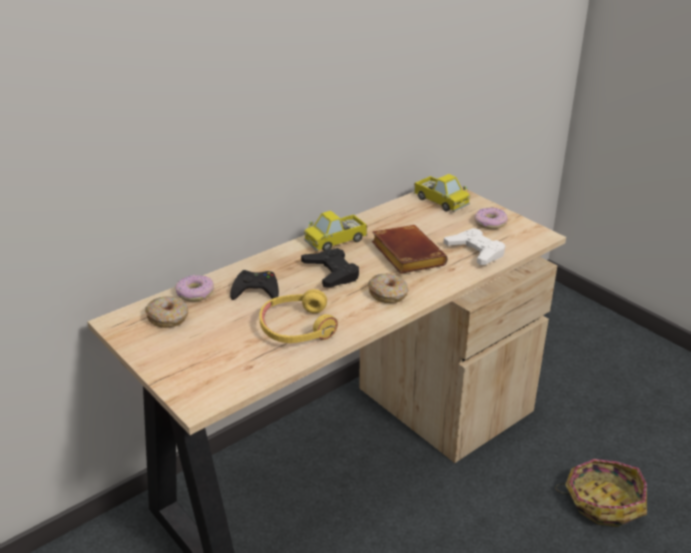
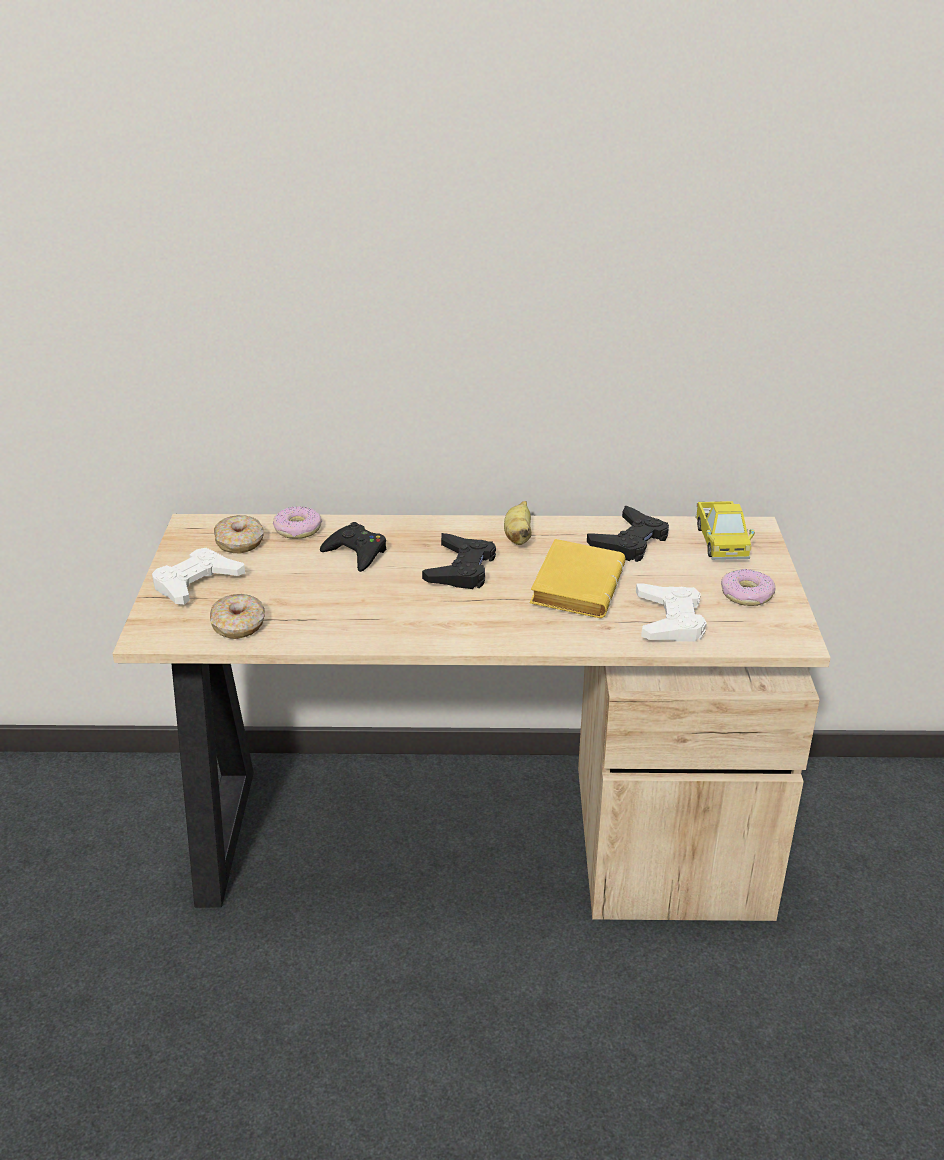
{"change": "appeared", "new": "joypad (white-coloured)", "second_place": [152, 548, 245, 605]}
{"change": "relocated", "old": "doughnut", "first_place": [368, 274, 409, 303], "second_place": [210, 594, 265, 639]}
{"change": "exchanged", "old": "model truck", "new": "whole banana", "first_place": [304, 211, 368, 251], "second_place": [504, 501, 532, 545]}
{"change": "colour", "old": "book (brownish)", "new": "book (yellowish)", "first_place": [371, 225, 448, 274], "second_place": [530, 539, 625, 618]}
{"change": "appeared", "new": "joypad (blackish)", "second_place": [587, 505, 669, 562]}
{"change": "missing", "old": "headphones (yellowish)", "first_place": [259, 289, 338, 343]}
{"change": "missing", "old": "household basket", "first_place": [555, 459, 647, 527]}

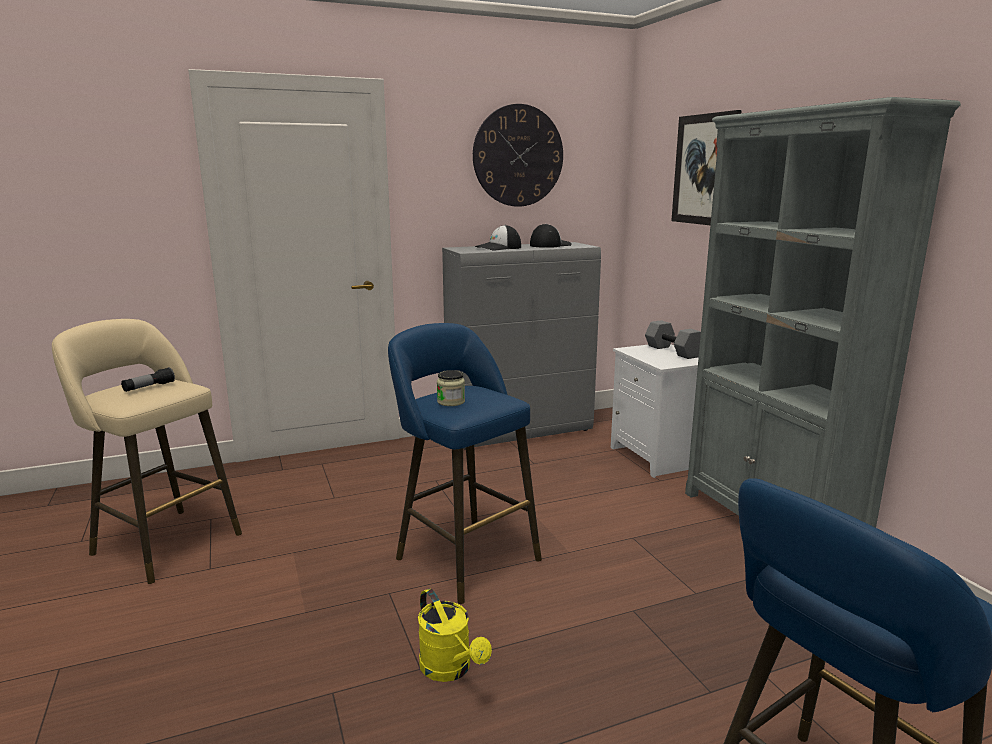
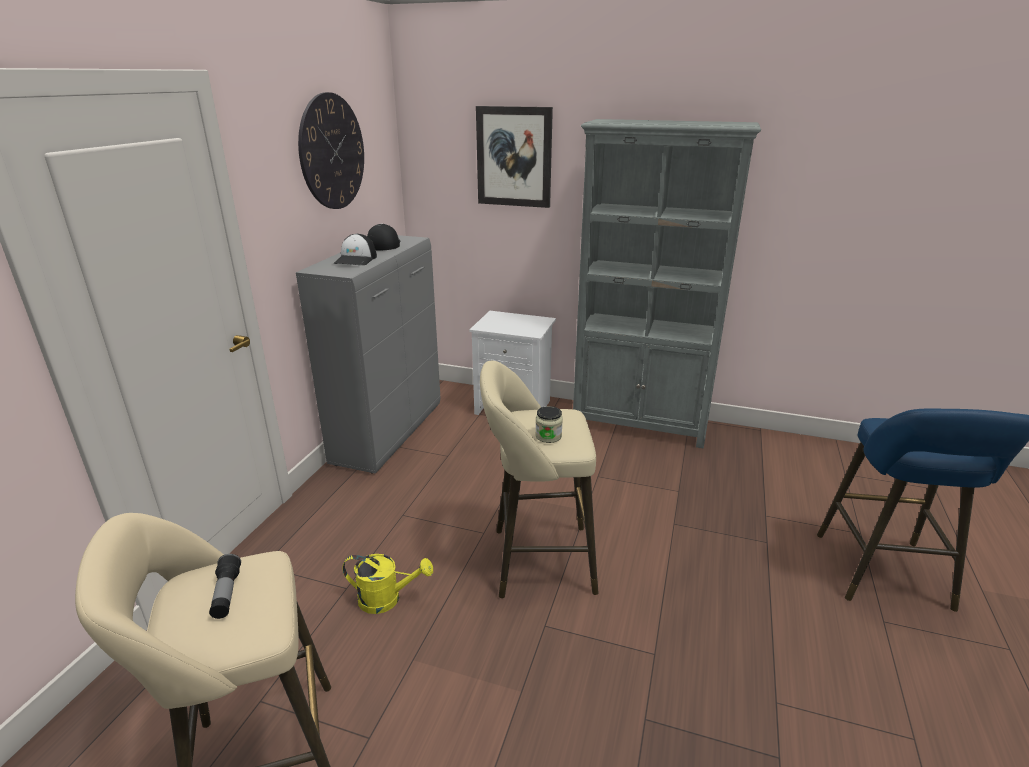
{"change": "relocated", "old": "watering can (yellowish)", "first_place": [418, 589, 492, 682], "second_place": [342, 554, 433, 614]}
{"change": "colour", "old": "stool seat (blue-coloured)", "new": "stool seat (sand-coloured)", "first_place": [388, 323, 542, 604], "second_place": [480, 360, 599, 598]}
{"change": "missing", "old": "hand weight (grey)", "first_place": [645, 320, 701, 359]}

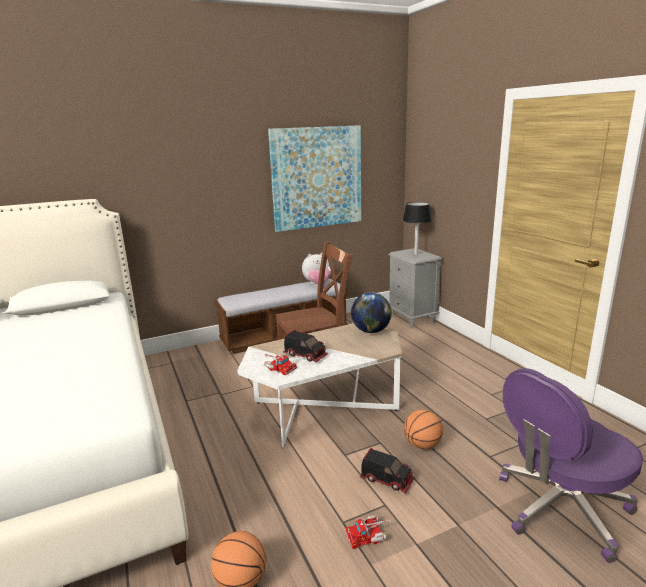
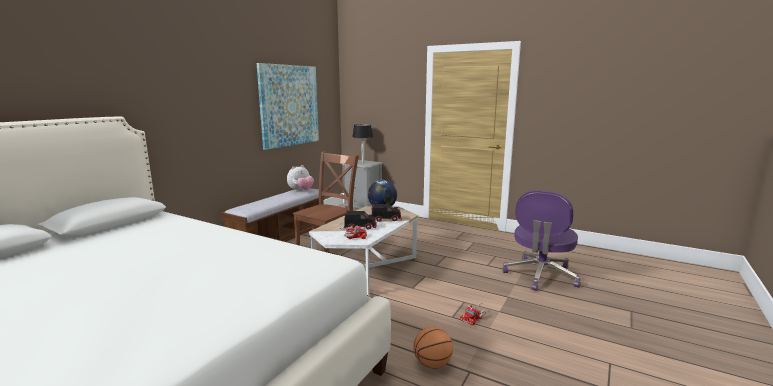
{"change": "relocated", "old": "model truck", "first_place": [360, 448, 415, 494], "second_place": [372, 204, 402, 222]}
{"change": "missing", "old": "basketball", "first_place": [404, 410, 443, 449]}

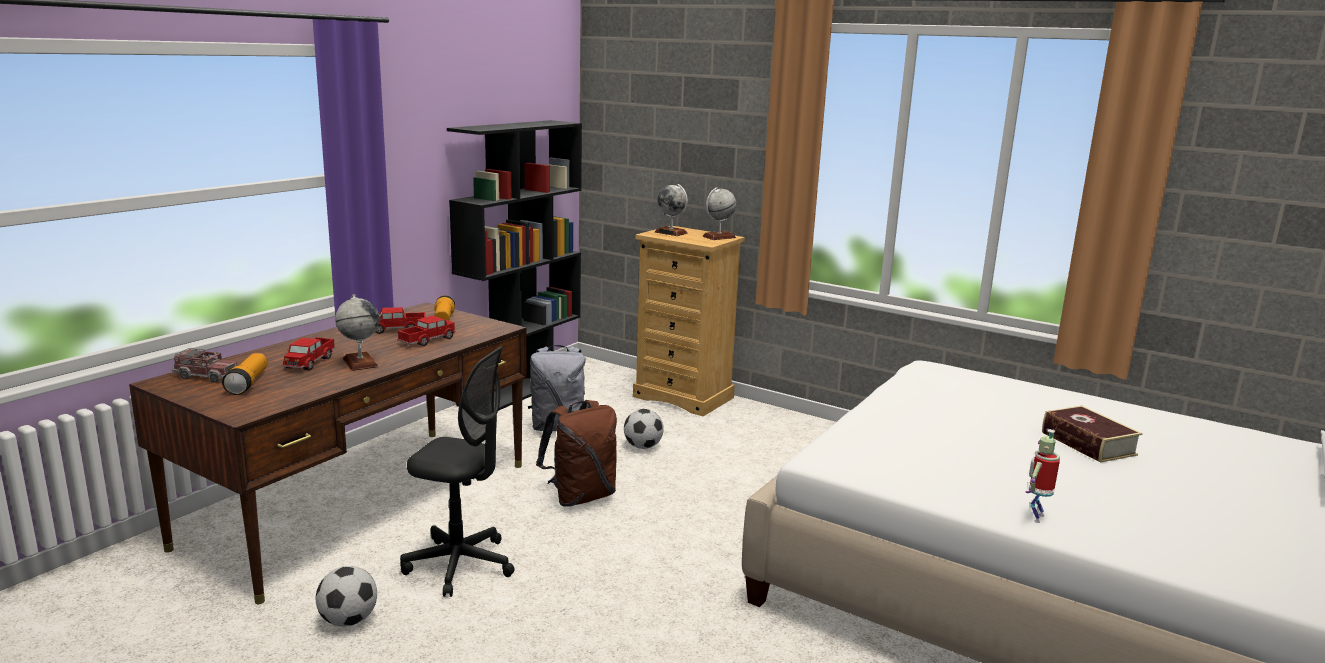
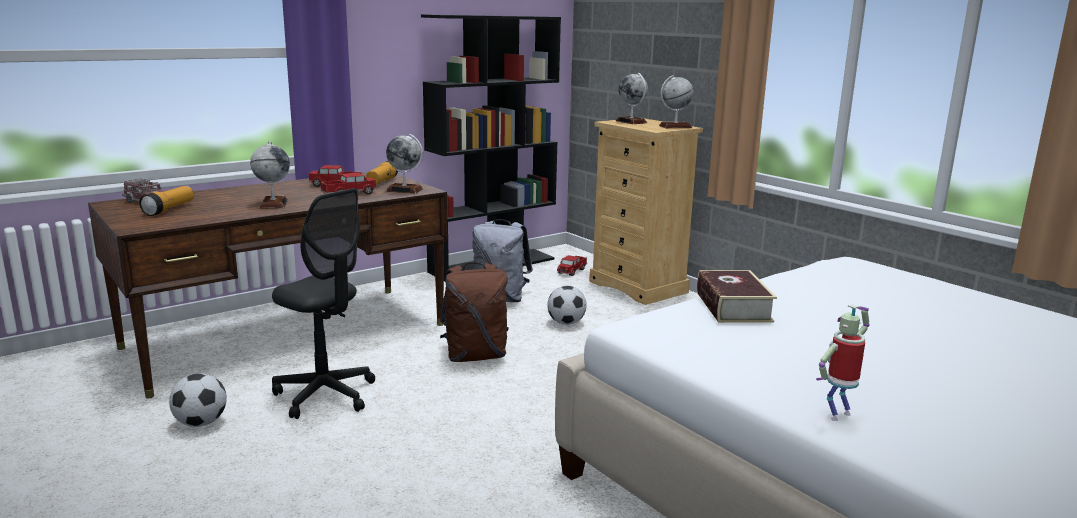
{"change": "appeared", "new": "world globe", "second_place": [386, 134, 423, 194]}
{"change": "relocated", "old": "model truck", "first_place": [283, 337, 336, 370], "second_place": [557, 255, 587, 276]}
{"change": "relocated", "old": "book", "first_place": [1042, 406, 1143, 463], "second_place": [697, 270, 777, 323]}

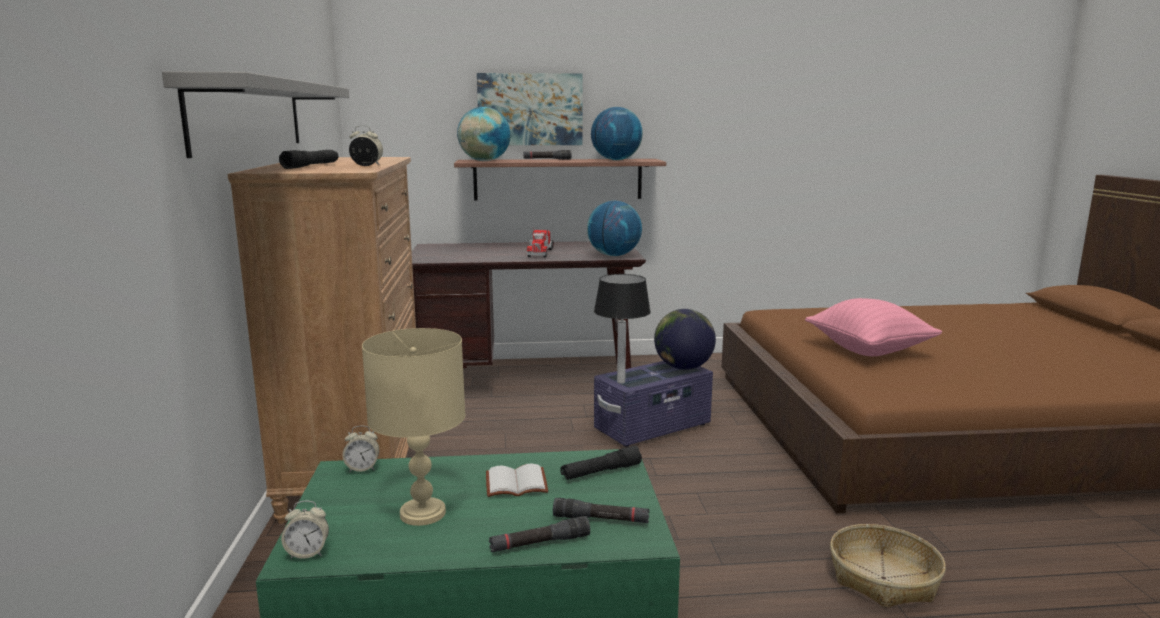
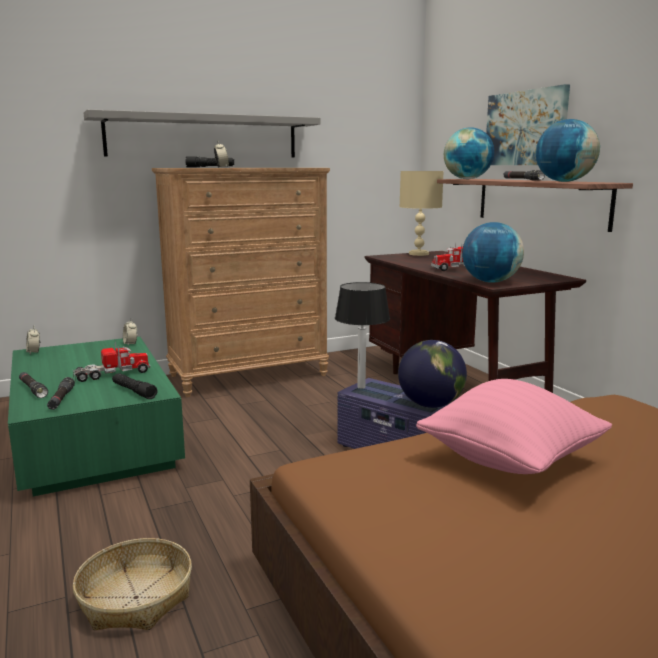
{"change": "exchanged", "old": "book (white-coloured)", "new": "model truck", "first_place": [486, 464, 548, 497], "second_place": [72, 342, 150, 382]}
{"change": "relocated", "old": "lamp for a table (sand-coloured)", "first_place": [362, 328, 465, 526], "second_place": [400, 171, 444, 256]}

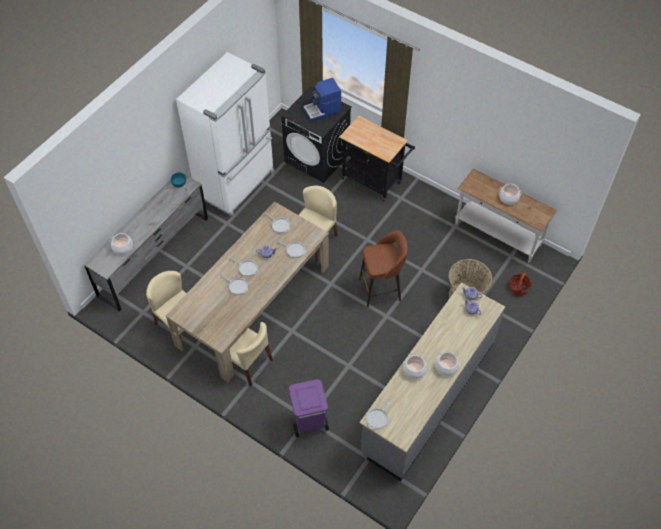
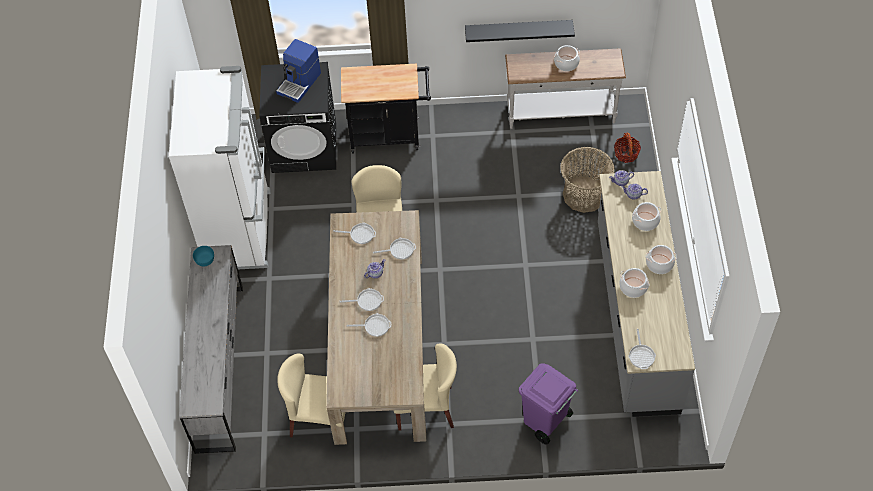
{"change": "appeared", "new": "shelf (blackish)", "second_place": [465, 20, 575, 42]}
{"change": "relocated", "old": "stockpot", "first_place": [110, 233, 133, 255], "second_place": [632, 202, 661, 231]}
{"change": "missing", "old": "stool seat (brownish)", "first_place": [359, 230, 407, 307]}

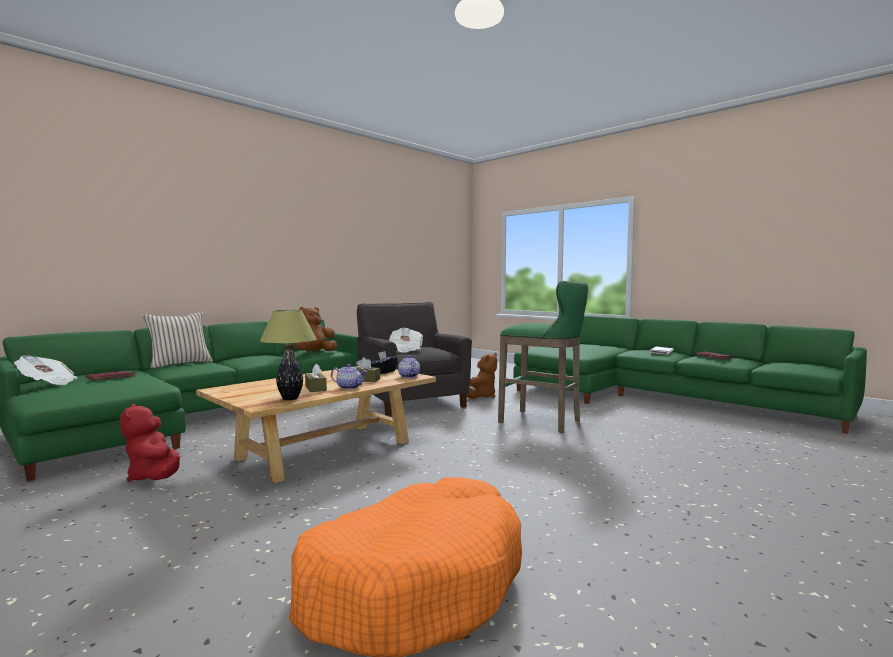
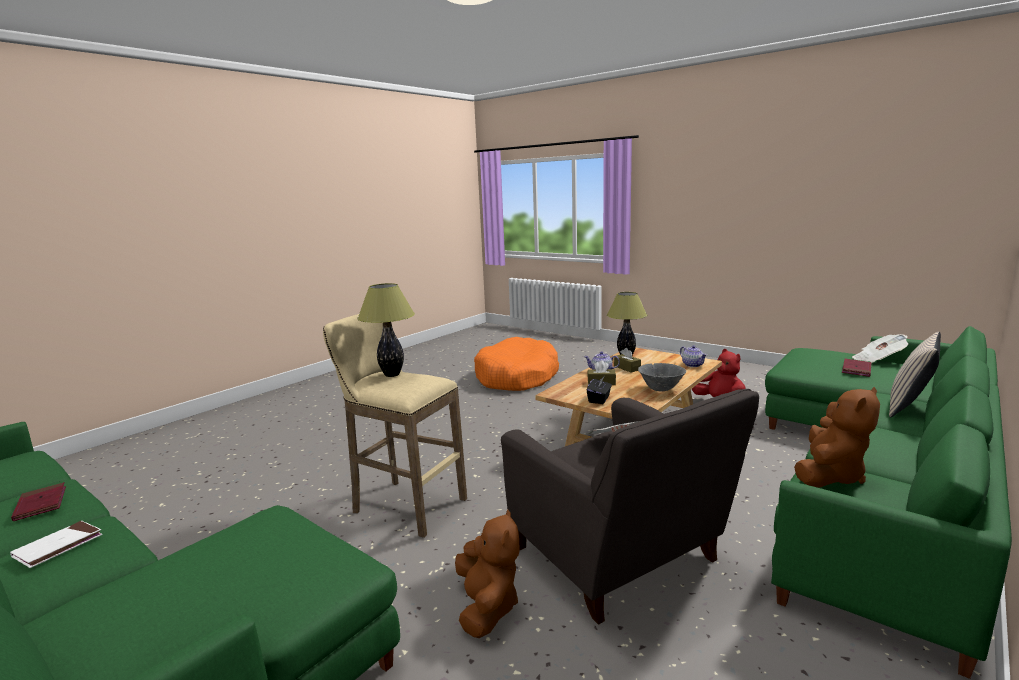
{"change": "colour", "old": "stool seat (green-coloured)", "new": "stool seat (sand-coloured)", "first_place": [498, 281, 588, 433], "second_place": [323, 314, 467, 538]}
{"change": "appeared", "new": "lamp for a table", "second_place": [357, 283, 415, 377]}
{"change": "spun", "old": "cuddly toy (brownish)", "first_place": [467, 353, 497, 399], "second_place": [455, 509, 520, 638], "degrees": 150}
{"change": "appeared", "new": "serving bowl (grey)", "second_place": [638, 363, 686, 392]}
{"change": "relocated", "old": "pot for tea", "first_place": [398, 355, 420, 378], "second_place": [680, 345, 707, 367]}

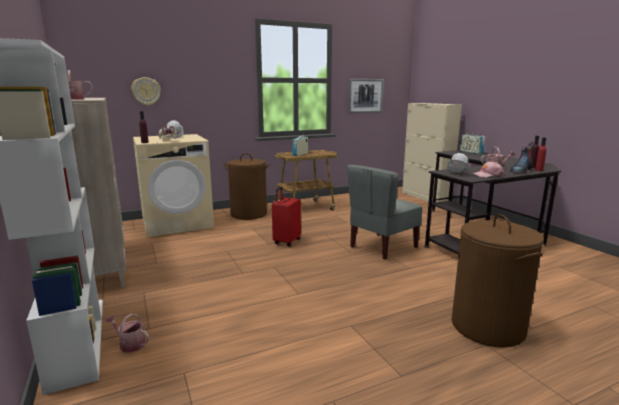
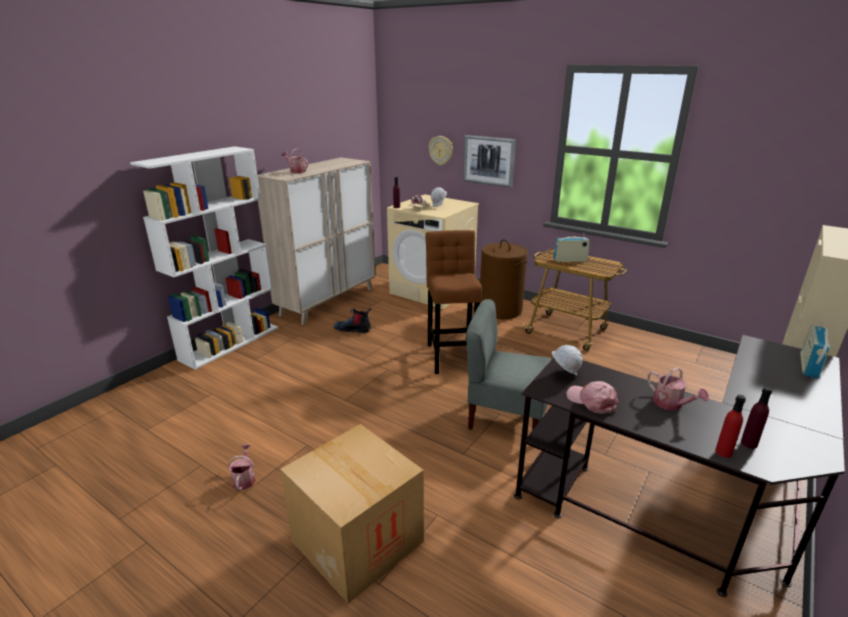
{"change": "relocated", "old": "watering can", "first_place": [105, 313, 149, 353], "second_place": [228, 445, 256, 490]}
{"change": "exchanged", "old": "washing basket (brownish)", "new": "packing box", "first_place": [452, 214, 544, 348], "second_place": [280, 424, 424, 604]}
{"change": "relocated", "old": "boot", "first_place": [510, 142, 533, 173], "second_place": [334, 308, 372, 333]}
{"change": "exchanged", "old": "travel case (reddish)", "new": "stool seat (brownish)", "first_place": [272, 187, 301, 246], "second_place": [426, 230, 482, 374]}
{"change": "relocated", "old": "picture", "first_place": [348, 79, 384, 113], "second_place": [463, 135, 516, 188]}

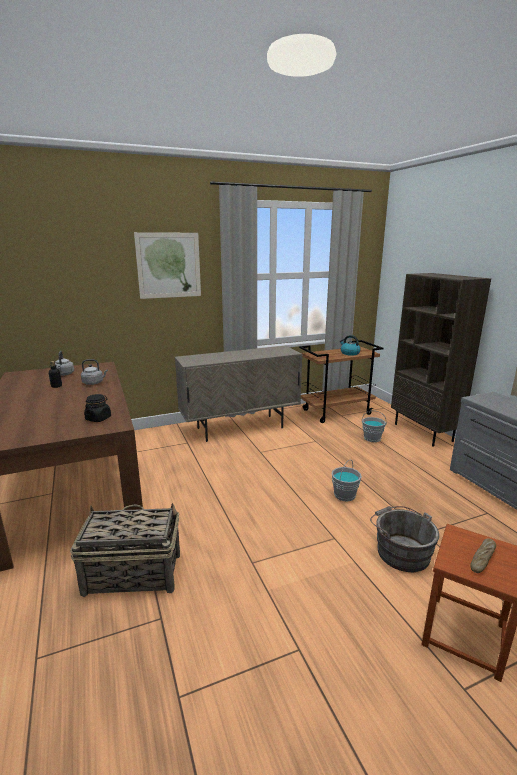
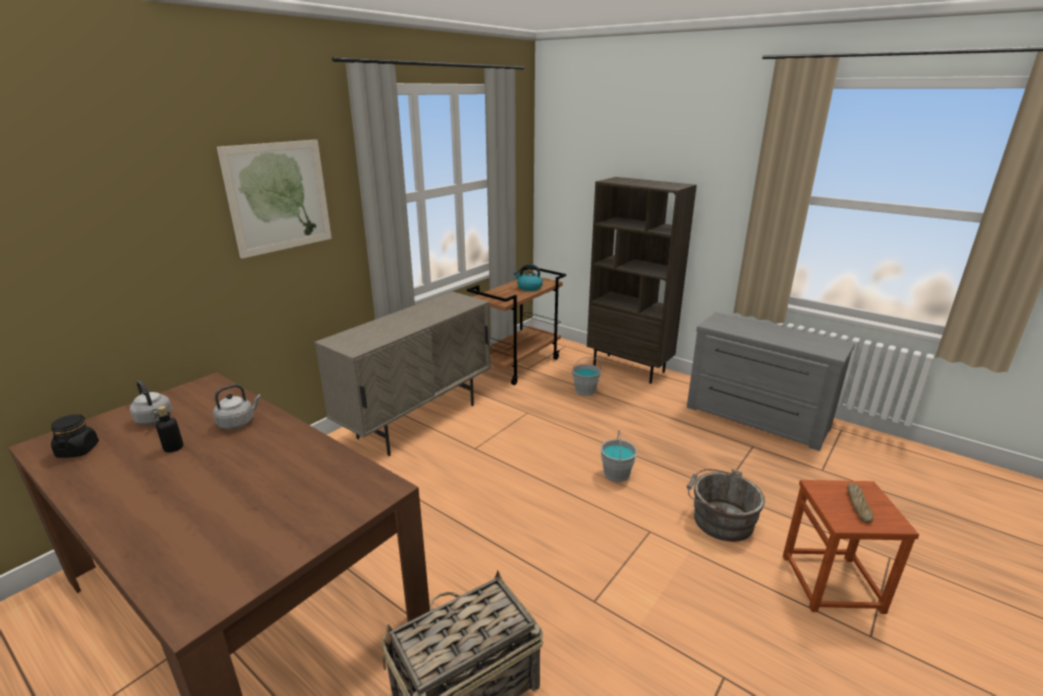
{"change": "relocated", "old": "storage jar (blackish)", "first_place": [84, 394, 111, 422], "second_place": [51, 414, 99, 458]}

